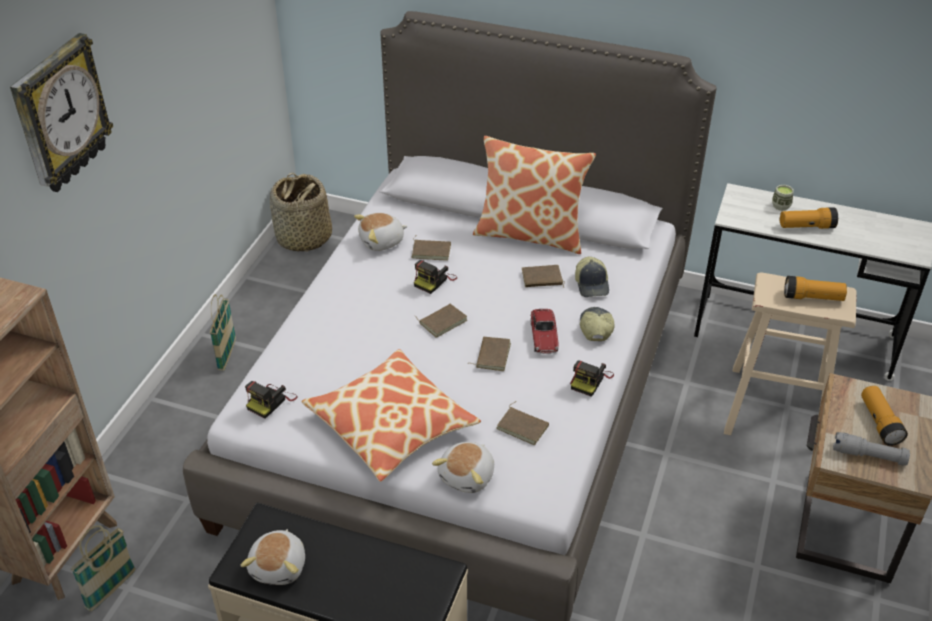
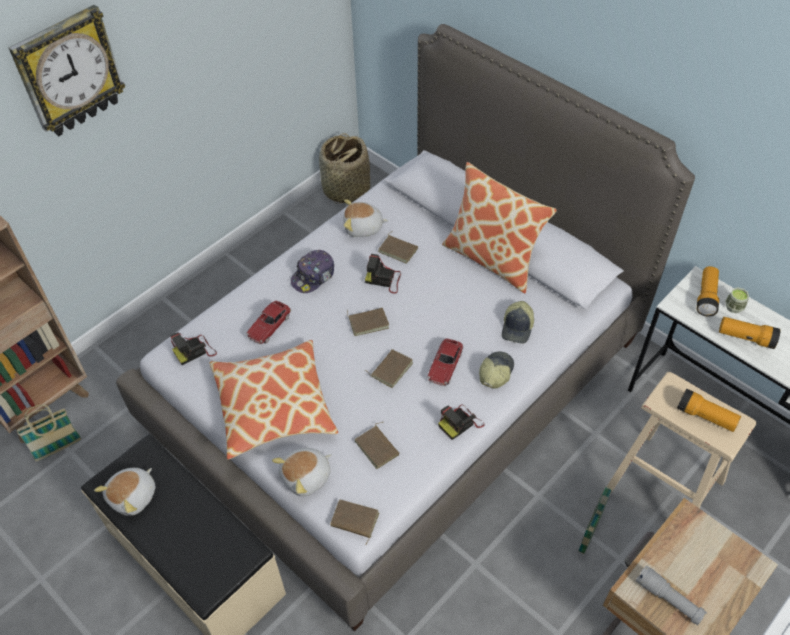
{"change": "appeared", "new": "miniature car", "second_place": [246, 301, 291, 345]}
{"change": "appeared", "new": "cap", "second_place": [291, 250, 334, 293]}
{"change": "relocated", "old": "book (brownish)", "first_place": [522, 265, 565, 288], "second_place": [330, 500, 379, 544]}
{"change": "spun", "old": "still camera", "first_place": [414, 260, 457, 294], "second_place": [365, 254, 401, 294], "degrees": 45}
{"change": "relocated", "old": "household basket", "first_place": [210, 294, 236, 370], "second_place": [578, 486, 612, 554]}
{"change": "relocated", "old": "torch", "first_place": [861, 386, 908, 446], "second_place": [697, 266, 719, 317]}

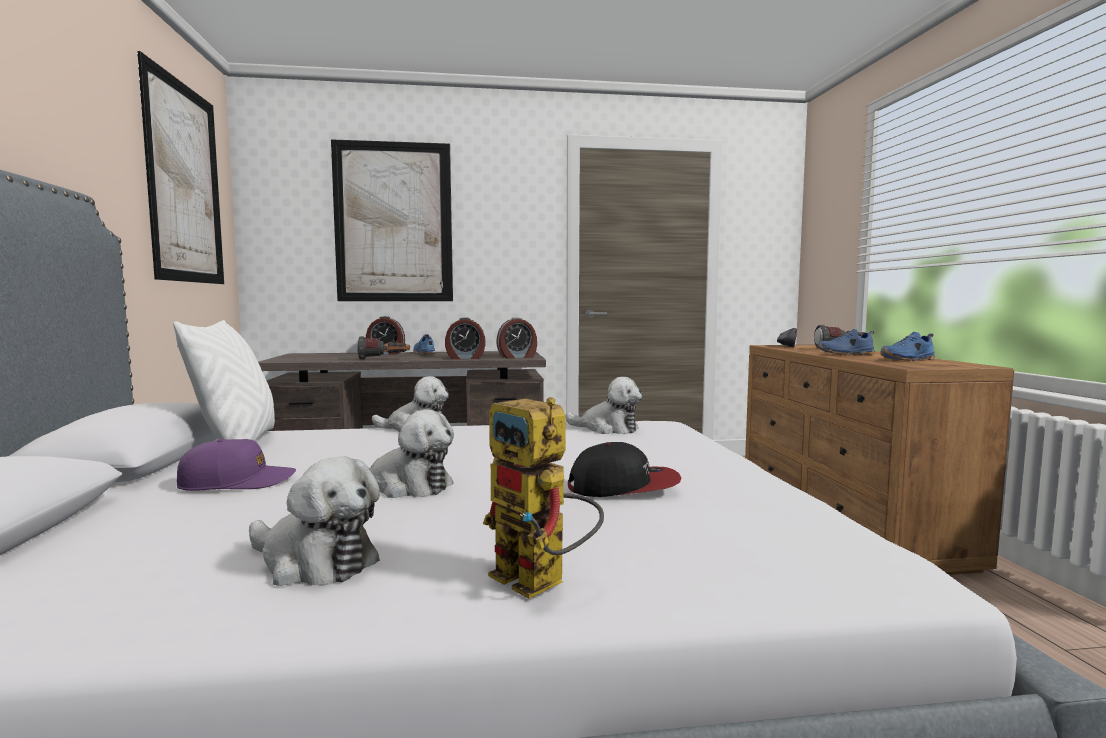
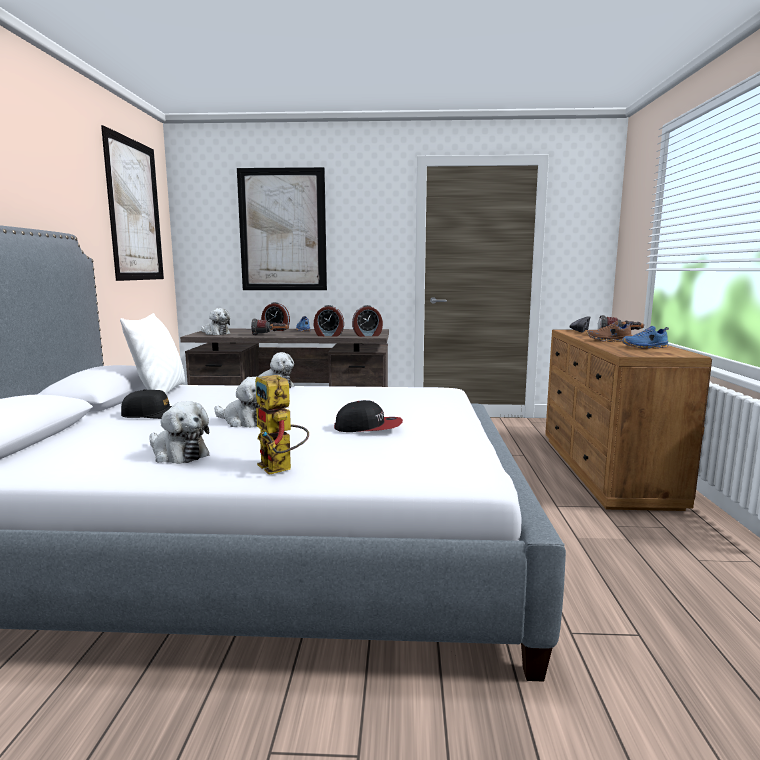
{"change": "colour", "old": "cap (purple-coloured)", "new": "cap (blackish)", "first_place": [177, 439, 296, 491], "second_place": [121, 389, 172, 419]}
{"change": "relocated", "old": "cuddly toy", "first_place": [565, 377, 642, 434], "second_place": [201, 308, 231, 335]}
{"change": "colour", "old": "low shoe (blue-coloured)", "new": "low shoe (brownish)", "first_place": [818, 329, 875, 355], "second_place": [587, 321, 633, 342]}

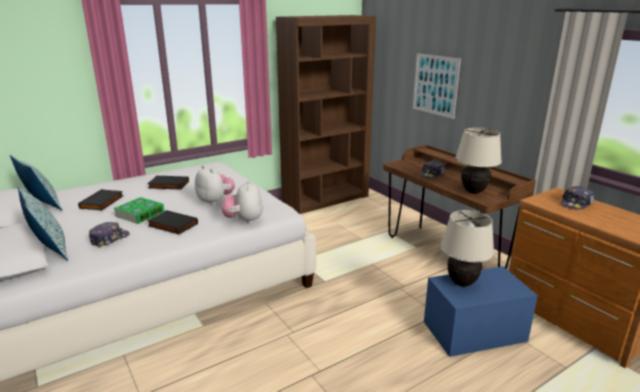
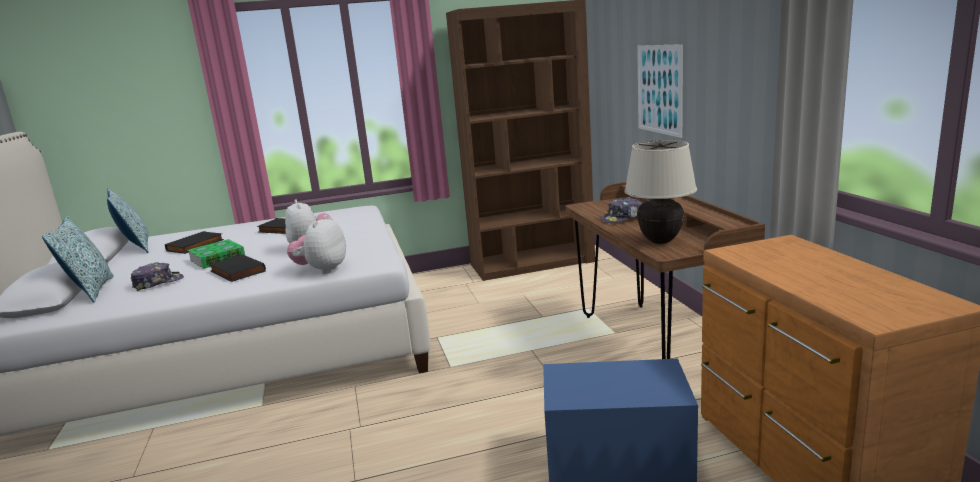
{"change": "missing", "old": "lamp for a table (sand-coloured)", "first_place": [440, 210, 494, 287]}
{"change": "missing", "old": "cap", "first_place": [560, 186, 595, 210]}

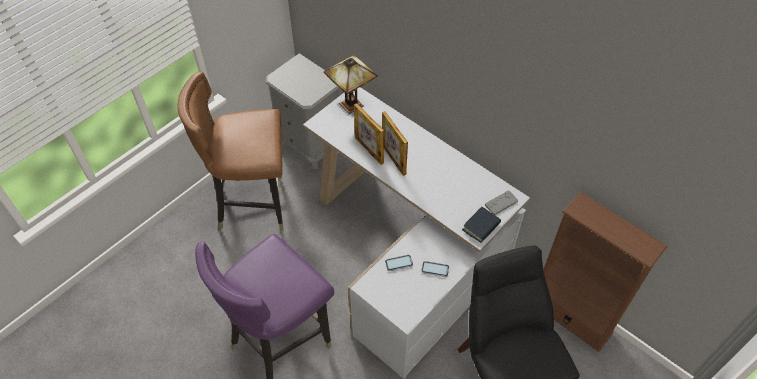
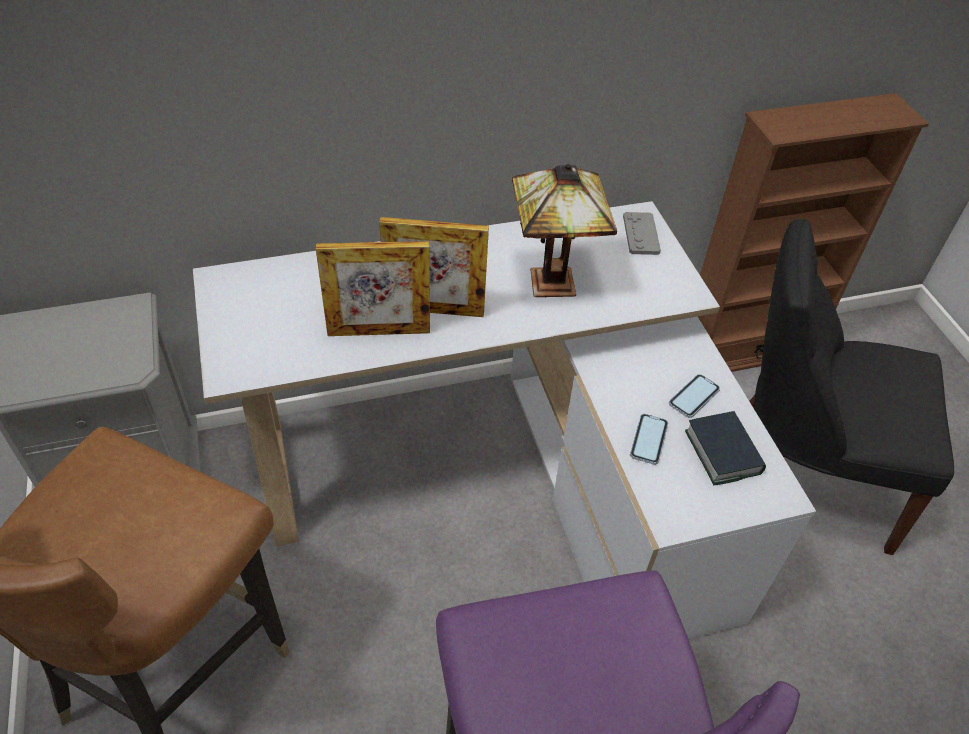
{"change": "relocated", "old": "lamp for a table", "first_place": [324, 55, 378, 114], "second_place": [512, 164, 617, 297]}
{"change": "relocated", "old": "book", "first_place": [462, 207, 501, 243], "second_place": [685, 411, 766, 485]}

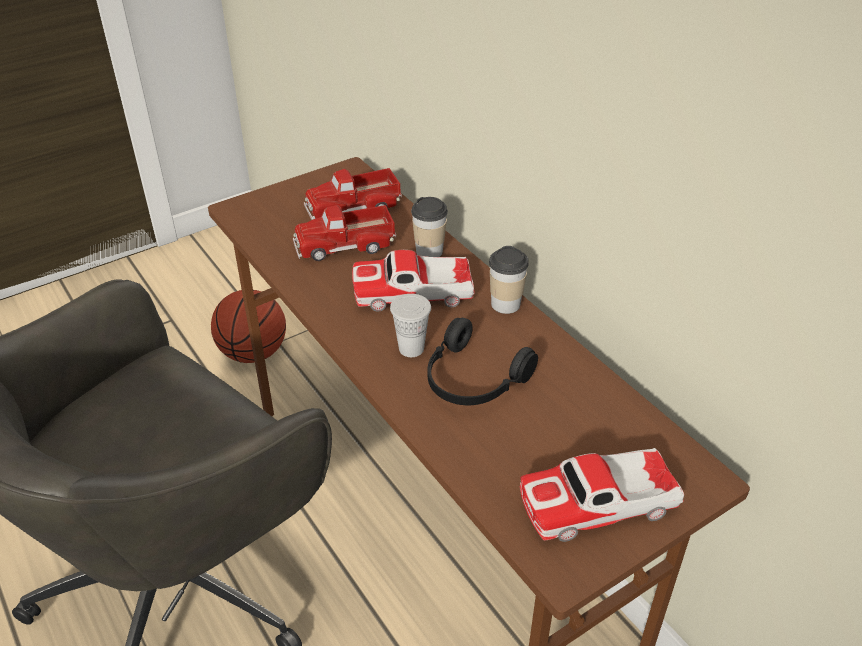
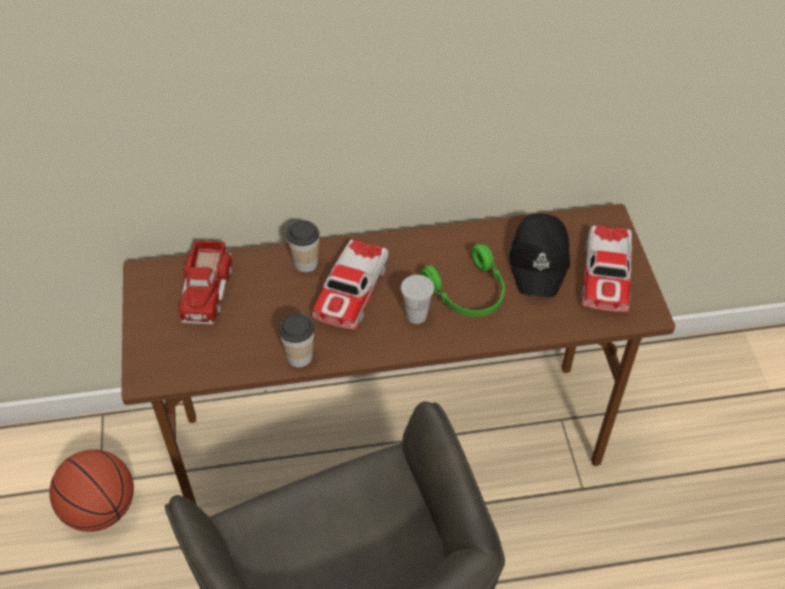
{"change": "relocated", "old": "drinking cup", "first_place": [489, 246, 529, 314], "second_place": [279, 313, 314, 367]}
{"change": "colour", "old": "headphones (blackish)", "new": "headphones (green-coloured)", "first_place": [428, 318, 538, 405], "second_place": [420, 244, 505, 317]}
{"change": "appeared", "new": "cap (blackish)", "second_place": [509, 214, 570, 297]}
{"change": "missing", "old": "model truck", "first_place": [293, 205, 396, 261]}

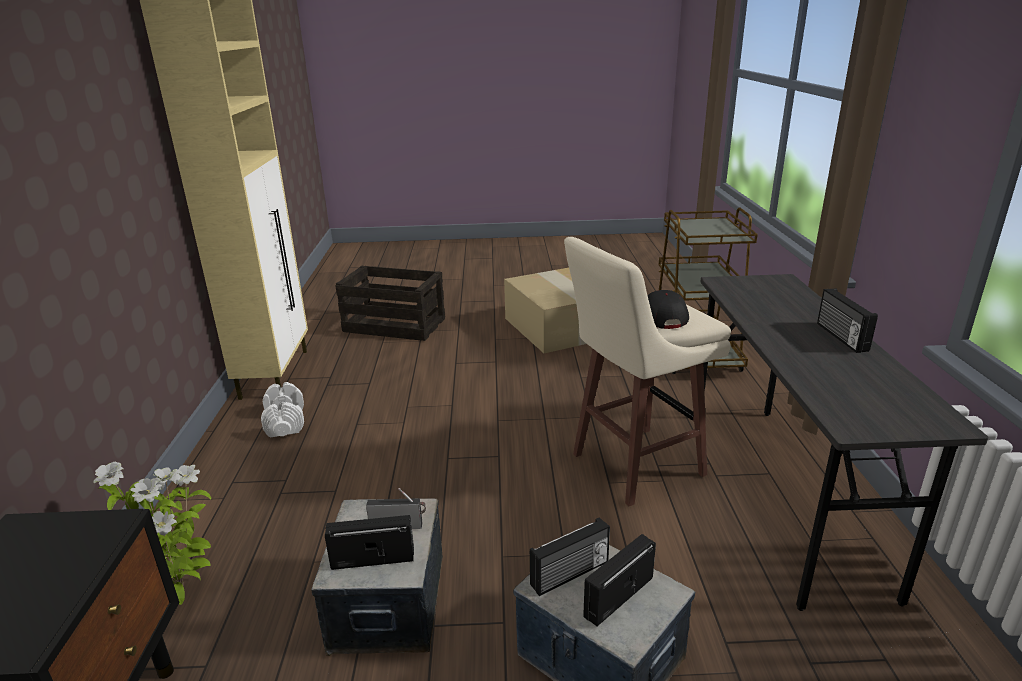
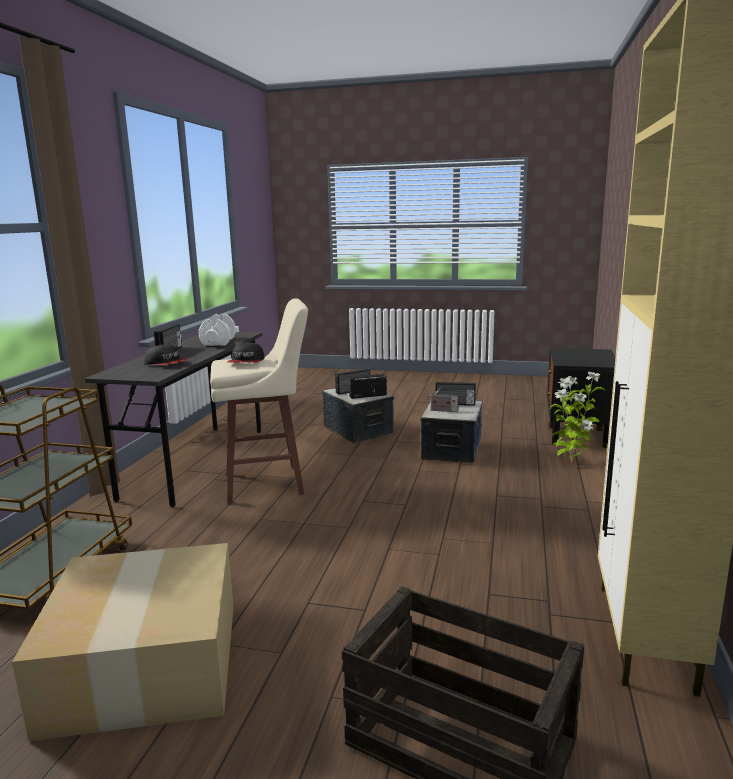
{"change": "appeared", "new": "cap", "second_place": [144, 344, 190, 365]}
{"change": "relocated", "old": "hand weight (white-coloured)", "first_place": [261, 382, 304, 438], "second_place": [198, 314, 236, 346]}

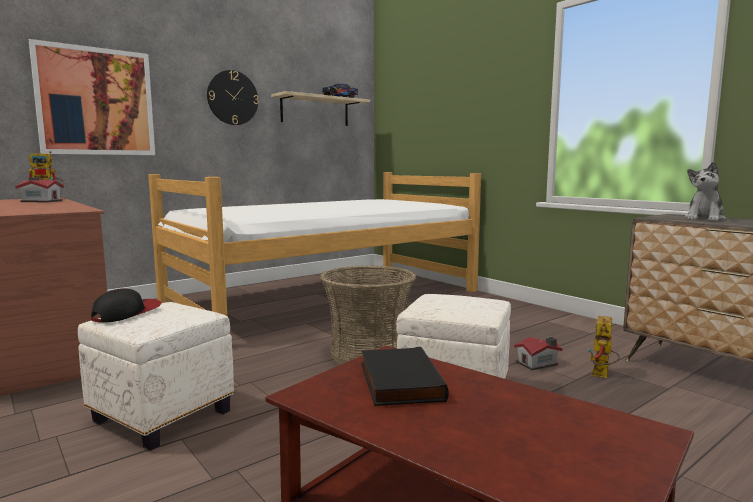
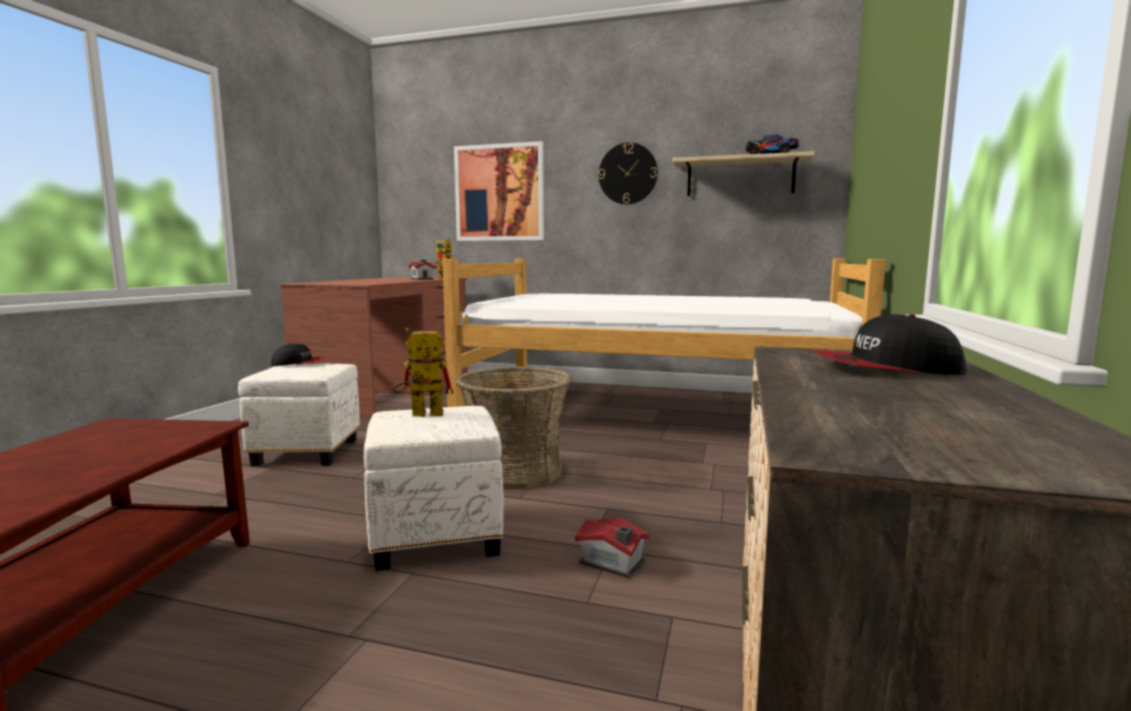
{"change": "relocated", "old": "toy robot", "first_place": [588, 316, 620, 378], "second_place": [392, 328, 454, 417]}
{"change": "exchanged", "old": "cuddly toy", "new": "cap", "first_place": [684, 162, 726, 221], "second_place": [812, 314, 967, 375]}
{"change": "missing", "old": "book (blackish)", "first_place": [361, 347, 449, 406]}

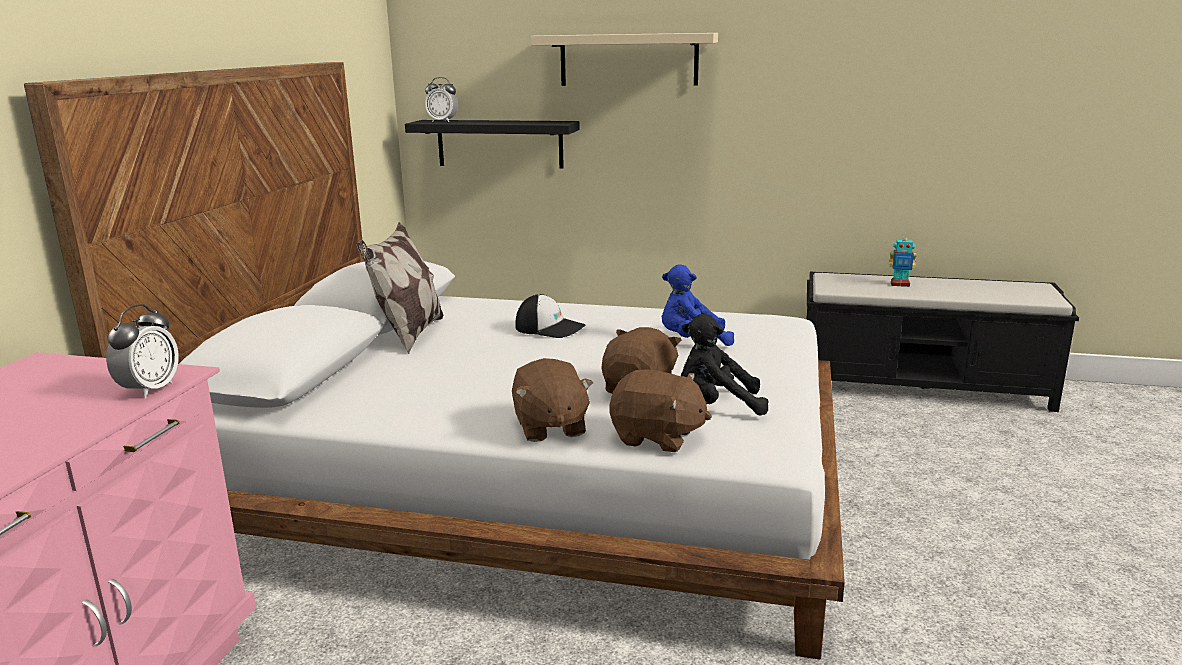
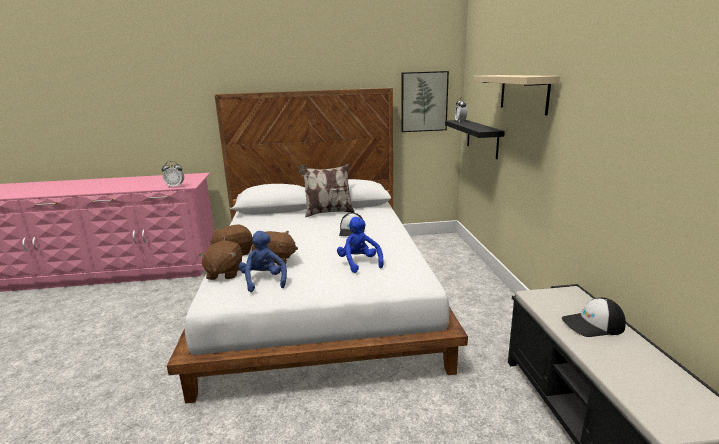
{"change": "colour", "old": "cuddly toy (blackish)", "new": "cuddly toy (blue-coloured)", "first_place": [681, 314, 769, 416], "second_place": [239, 231, 287, 292]}
{"change": "appeared", "new": "picture", "second_place": [401, 71, 449, 132]}
{"change": "exchanged", "old": "toy robot", "new": "cap", "first_place": [889, 232, 916, 287], "second_place": [562, 297, 626, 337]}

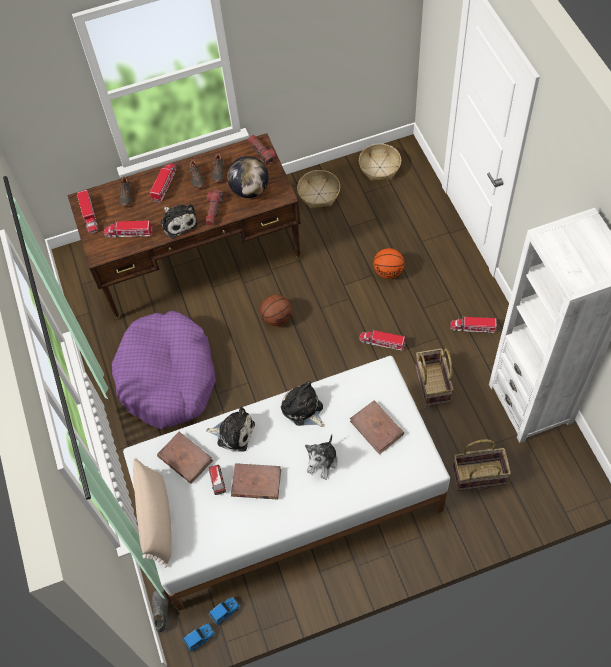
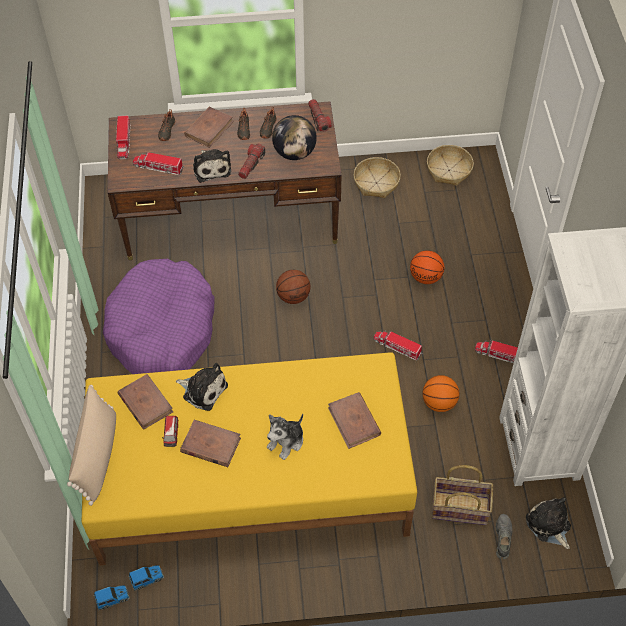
{"change": "colour", "old": "sleeping bed (white-coloured)", "new": "sleeping bed (yellowish)", "first_place": [123, 356, 450, 611], "second_place": [82, 352, 417, 565]}
{"change": "exchanged", "old": "model truck", "new": "book (brownish)", "first_place": [150, 163, 177, 202], "second_place": [184, 107, 234, 148]}
{"change": "exchanged", "old": "household basket", "new": "basketball", "first_place": [416, 348, 453, 406], "second_place": [422, 375, 459, 412]}
{"change": "relocated", "old": "low shoe (grey)", "first_place": [152, 590, 168, 634], "second_place": [496, 514, 513, 559]}
{"change": "relocated", "old": "cuddly toy", "first_place": [281, 381, 325, 427], "second_place": [526, 497, 571, 549]}

